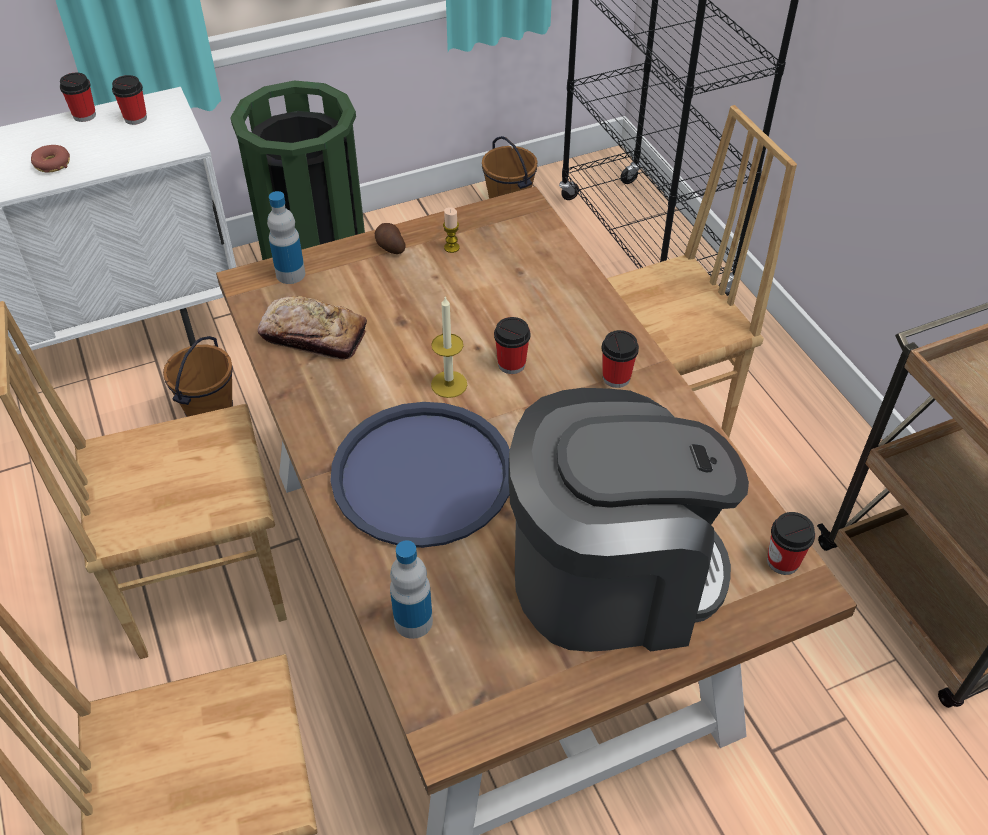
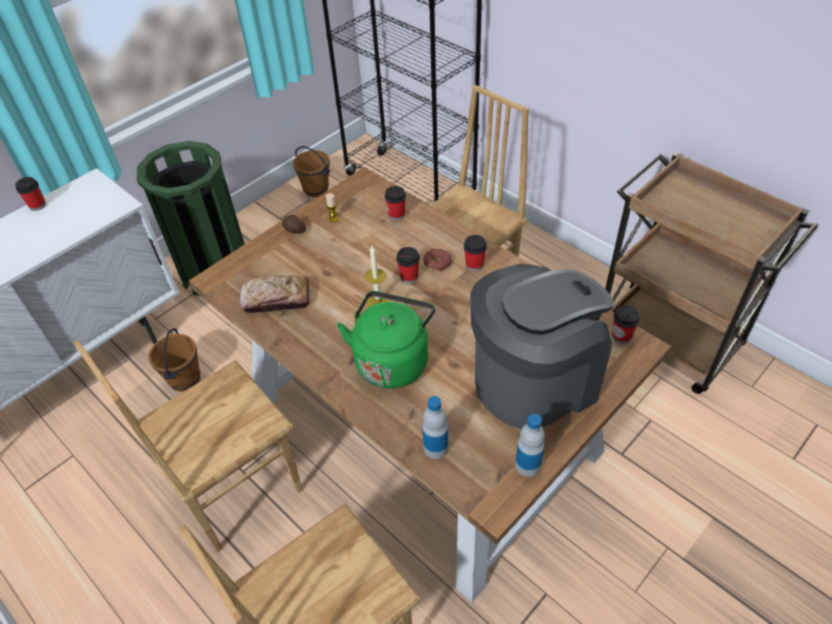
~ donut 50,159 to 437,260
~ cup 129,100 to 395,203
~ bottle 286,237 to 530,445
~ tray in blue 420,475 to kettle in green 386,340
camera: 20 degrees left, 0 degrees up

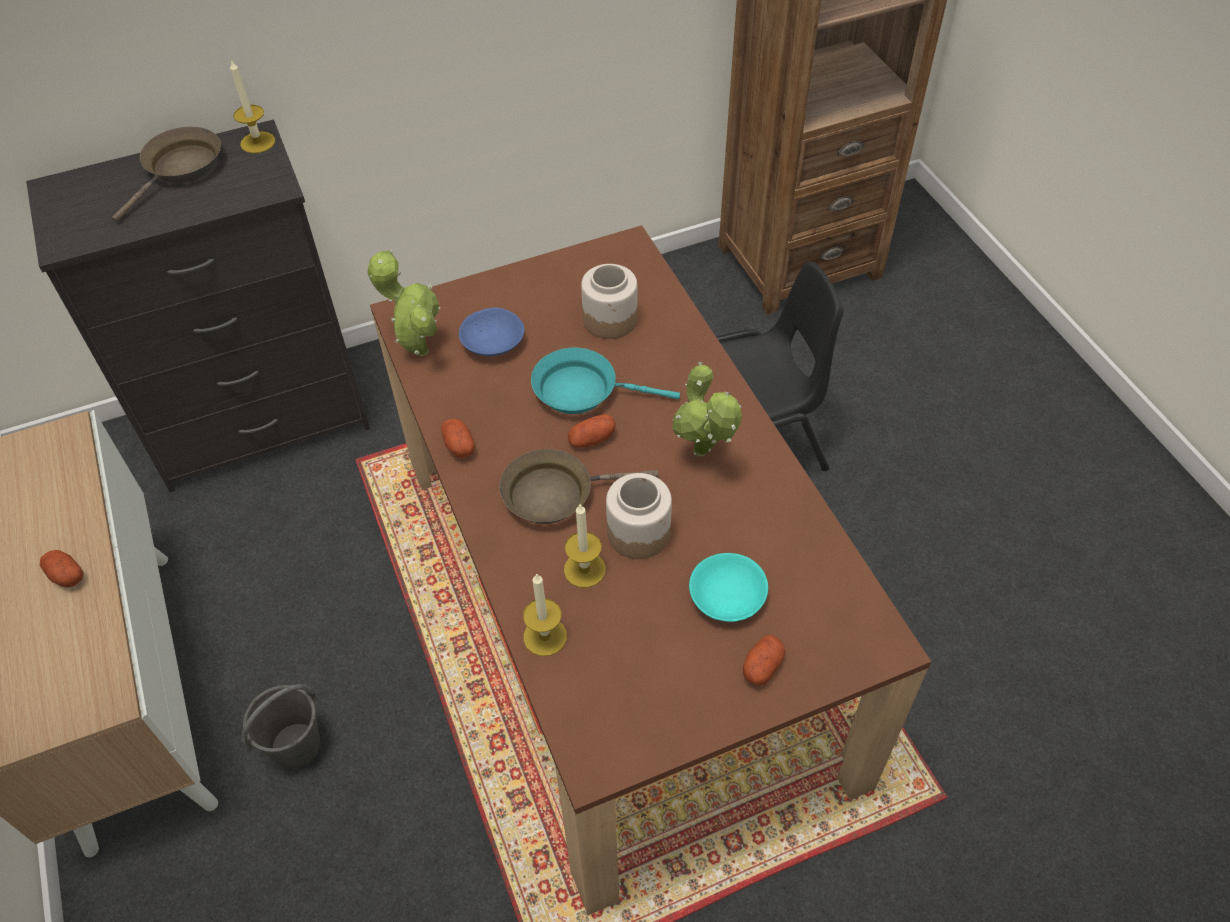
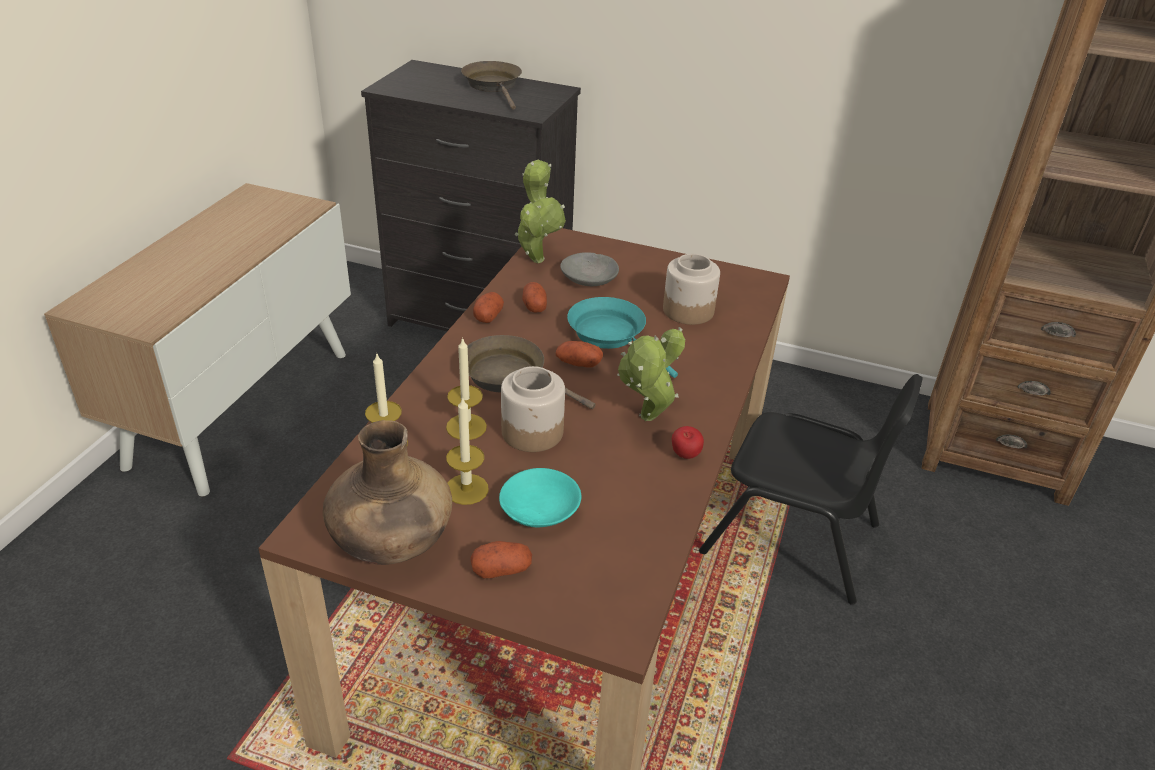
- bucket in grey 281,726
+ vase in brown 387,492
+ apple 688,442
~ potato 62,568 to 534,297
~ candle 252,106 to 467,450
~ bowl in blue 491,331 to bowl in grey 589,269
~ frying pan in brown 166,174 = 491,85 90 degrees counterclockwise
camera: 40 degrees right, 15 degrees down

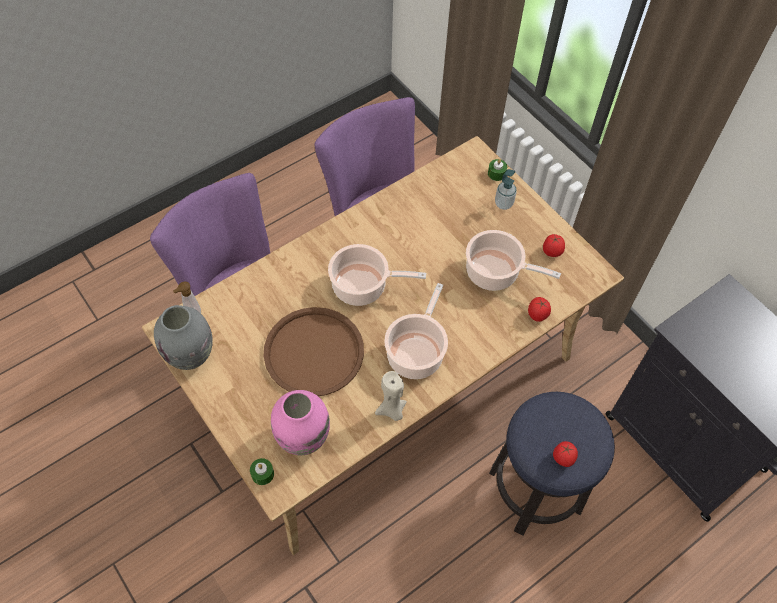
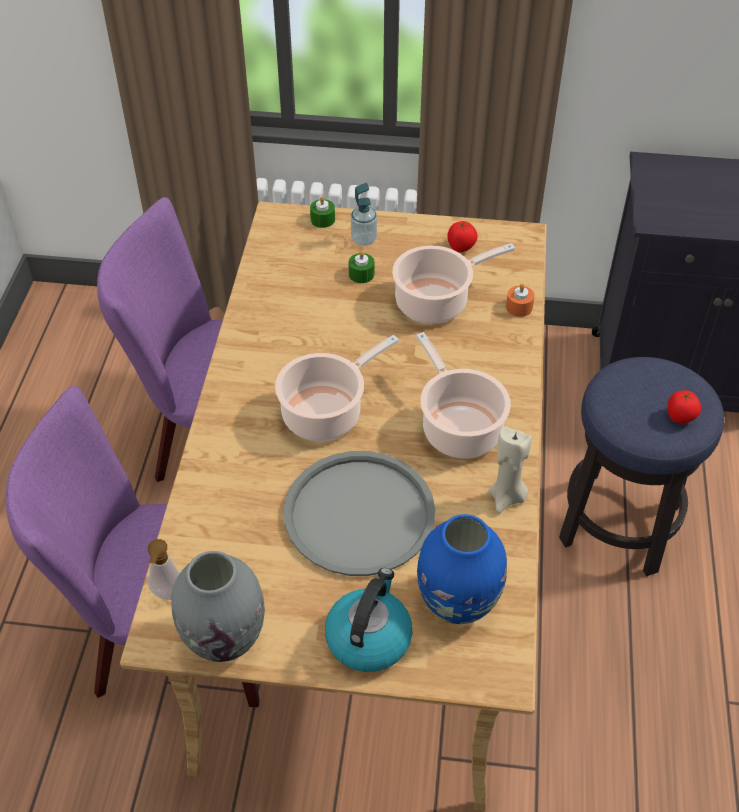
+ kettle 368,620
~ candle in green 262,471 to 362,267
~ tomato 539,309 to candle in orange 520,300
~ tray in brown 314,351 to tray in grey 359,513
~ vase in pink 300,422 to vase in blue 462,569
camera: 45 degrees left, 10 degrees down

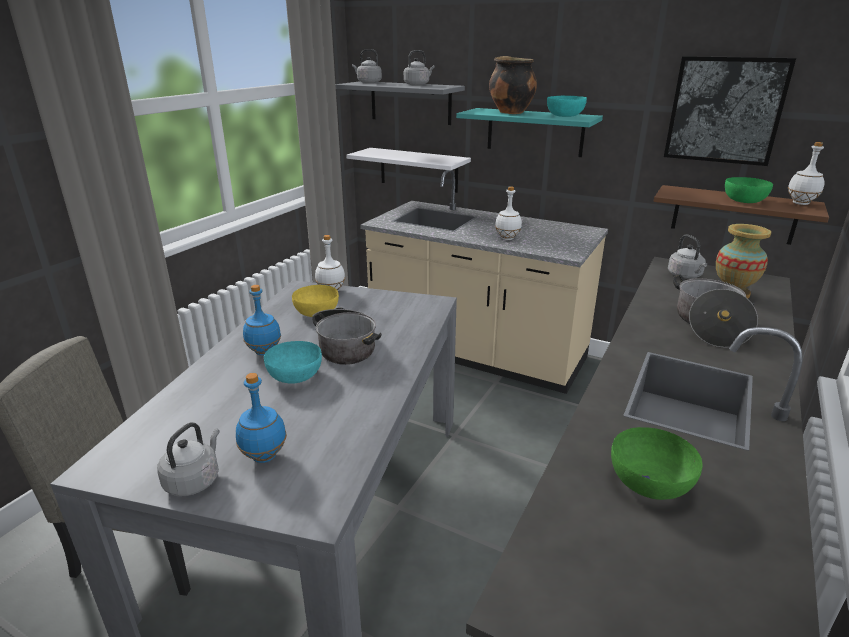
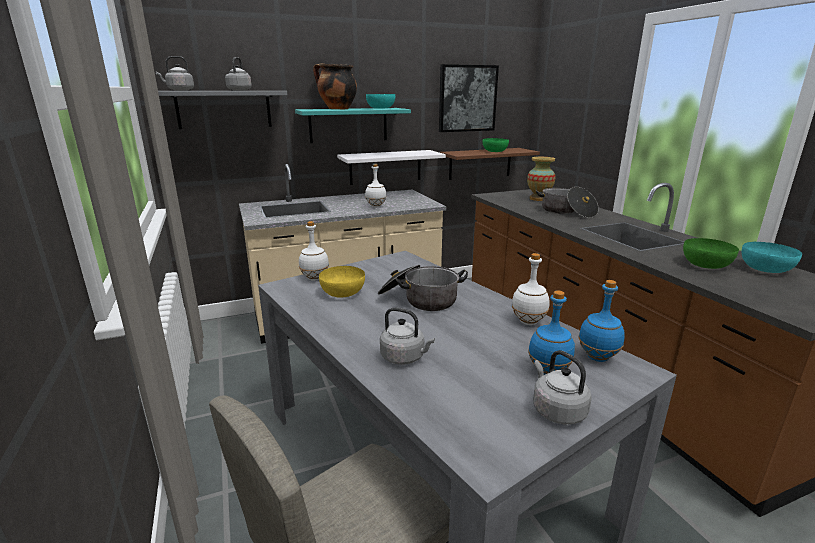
~ bottle in blue 262,320 to 601,321
~ bowl in turquoise 293,362 to 772,257
~ shelf in white 408,170 to 391,167
~ kettle in grey 687,257 to 407,336
~ bottle in white 806,173 to 531,289
camera: 50 degrees left, 5 degrees down

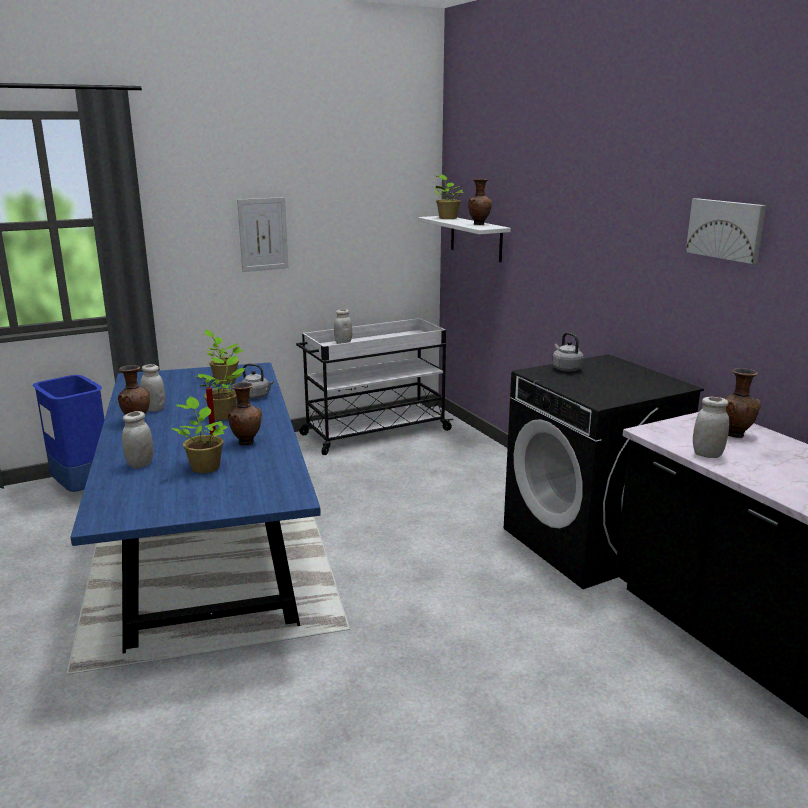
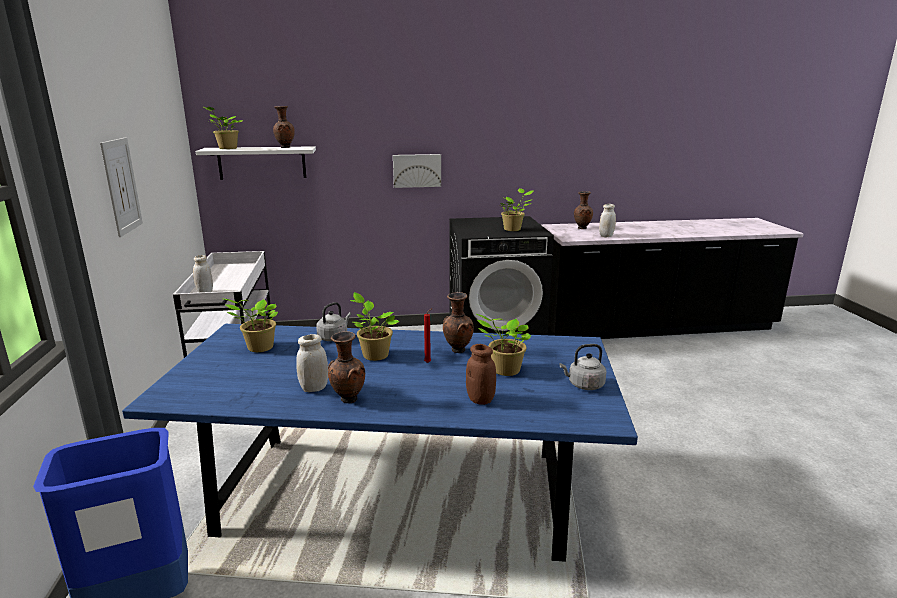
+ potted plant 517,209
~ kettle in grey 568,352 to 583,367
~ picture 726,231 to 417,171
~ jar in white 137,440 to jar in brown 481,374
camera: 70 degrees left, 0 degrees up

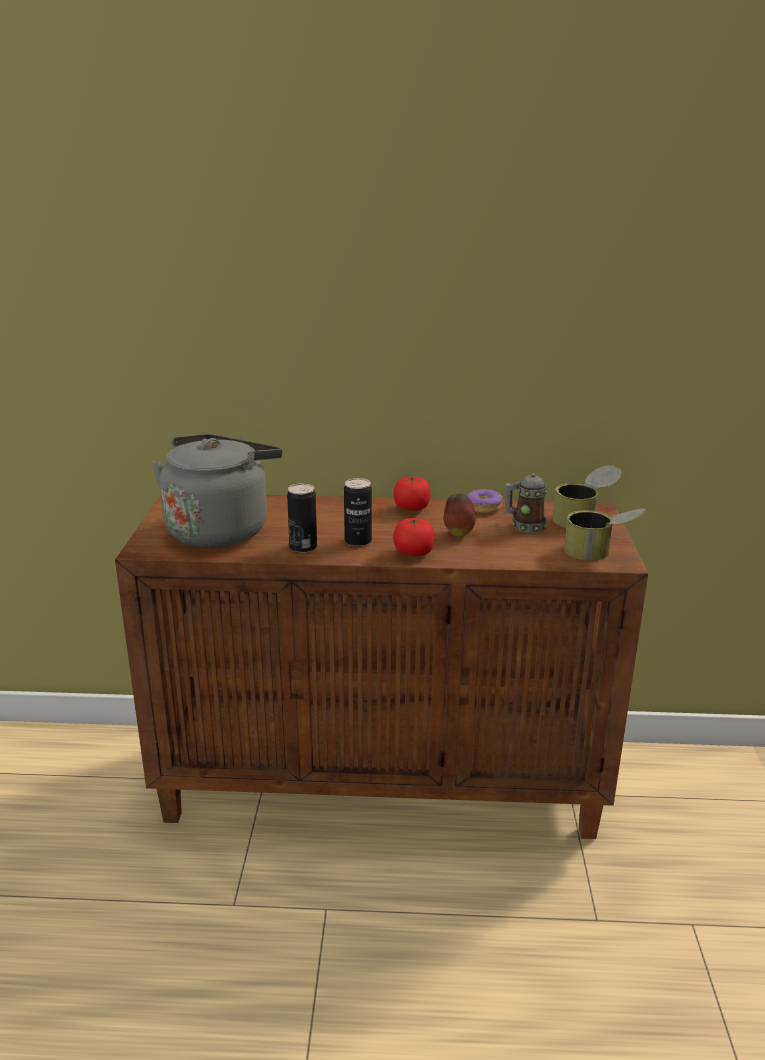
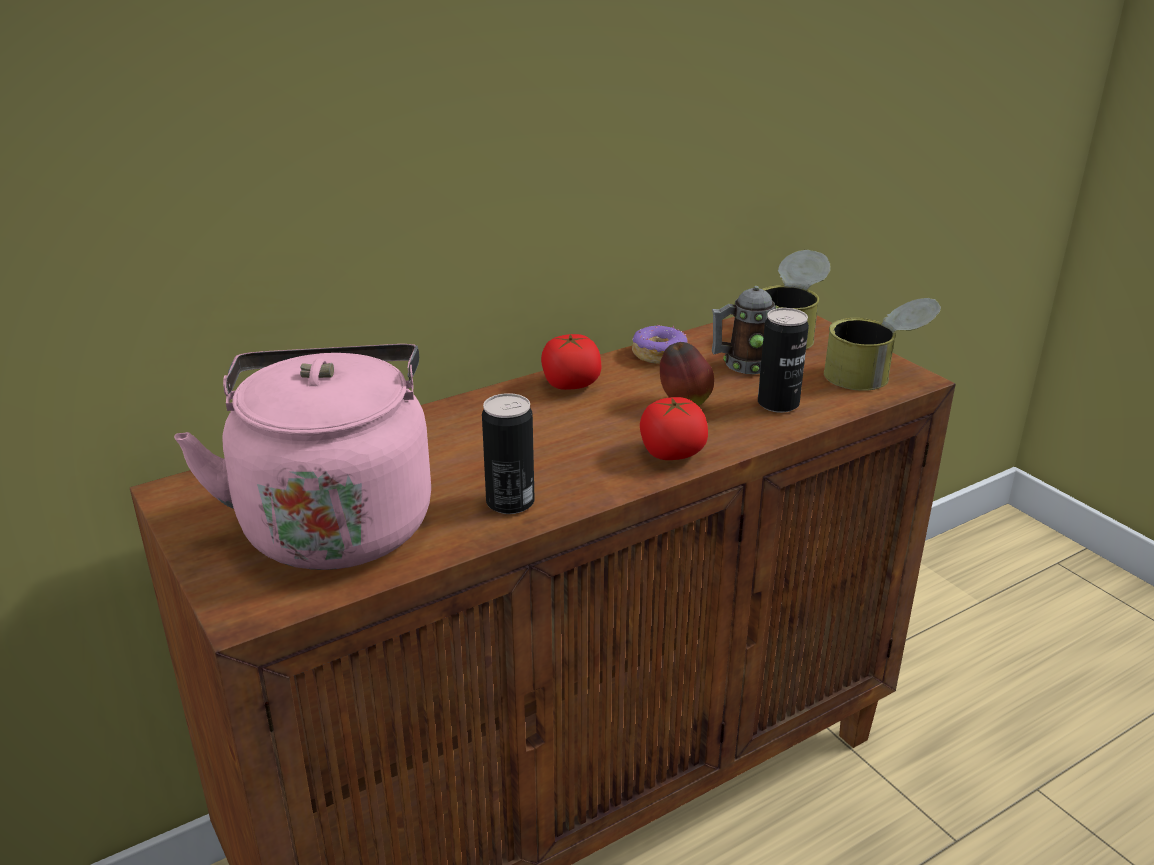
~ can 358,512 to 783,360
~ kettle in grey 217,491 to kettle in pink 302,457
camera: 35 degrees left, 5 degrees up

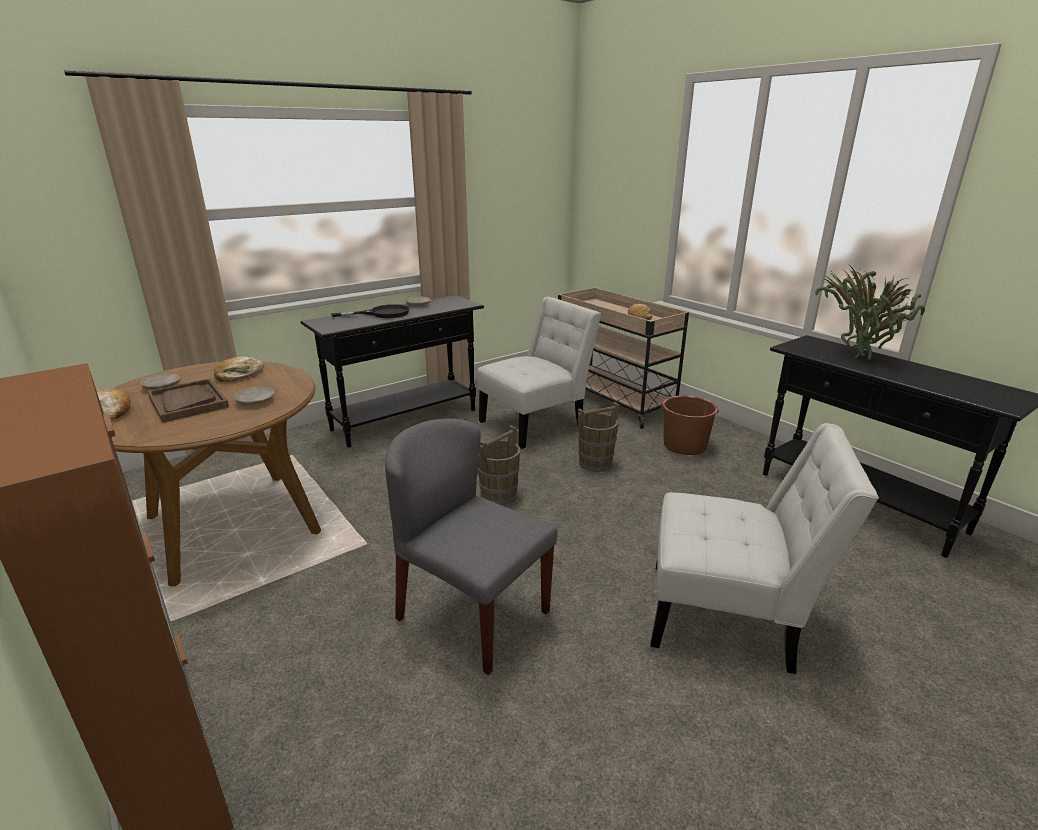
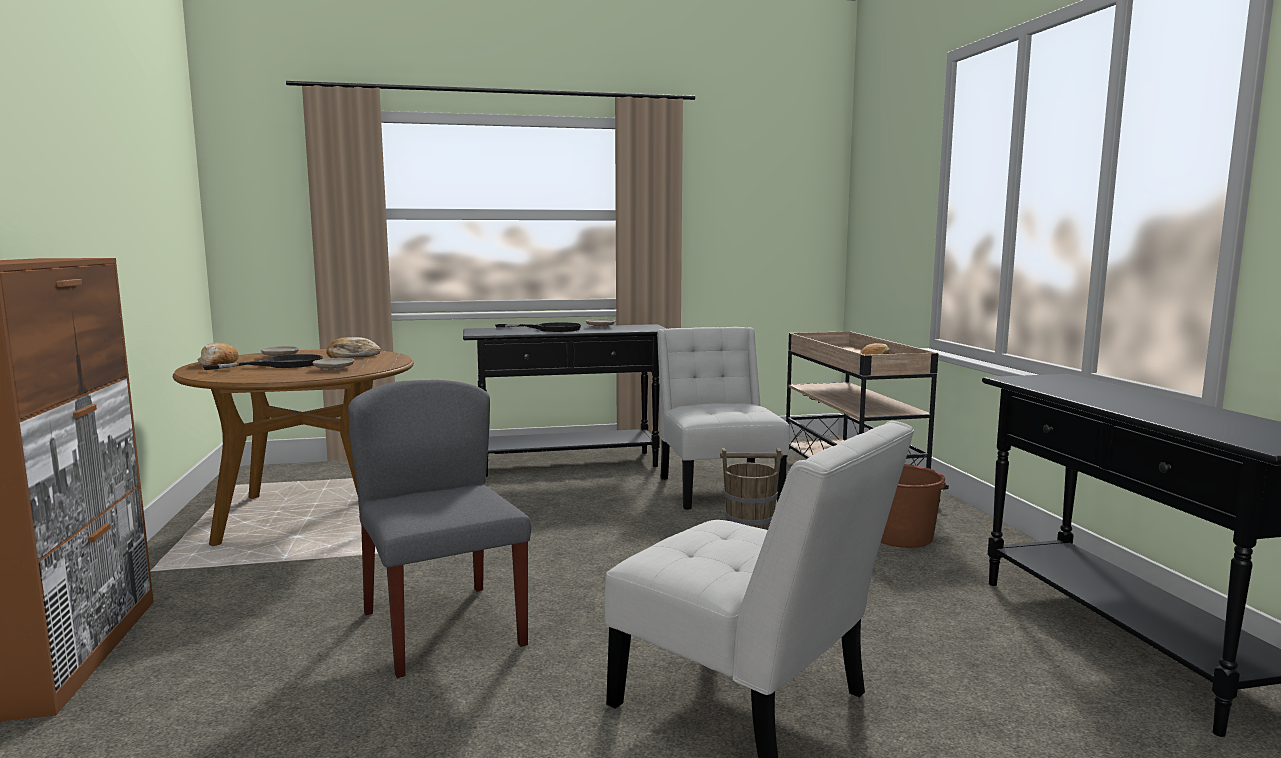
- bucket in brown 499,465
- potted plant 870,312
~ tray in brown 188,400 to frying pan in black 263,362
~ chair in white 539,373 = 723,418 90 degrees counterclockwise
camera: 25 degrees right, 15 degrees down

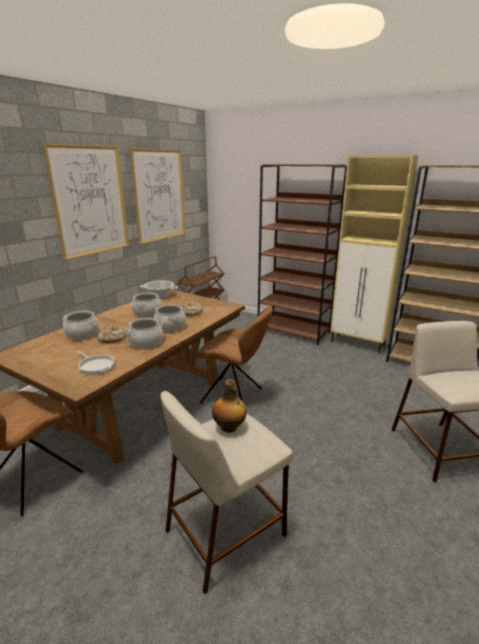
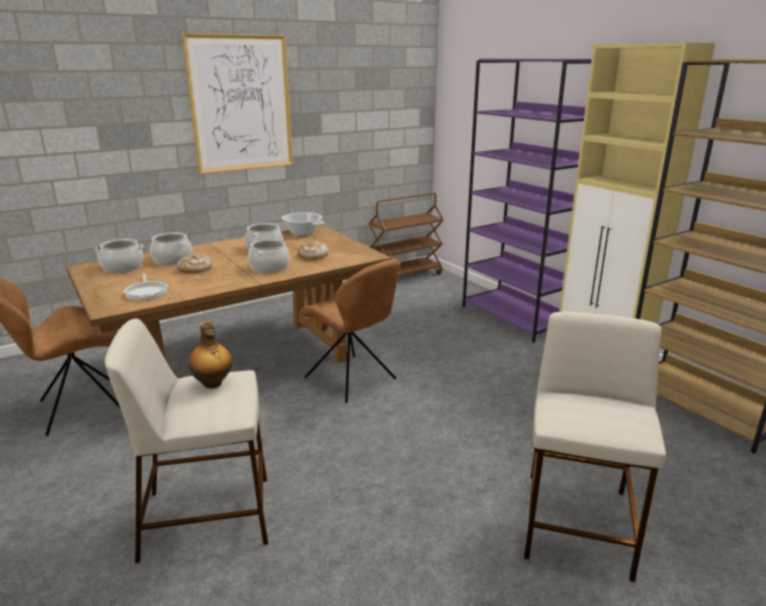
- picture 158,196
~ cooking pot 144,333 to 119,256
~ bookcase in brown 302,254 to bookcase in purple 527,201
camera: 25 degrees right, 0 degrees up

